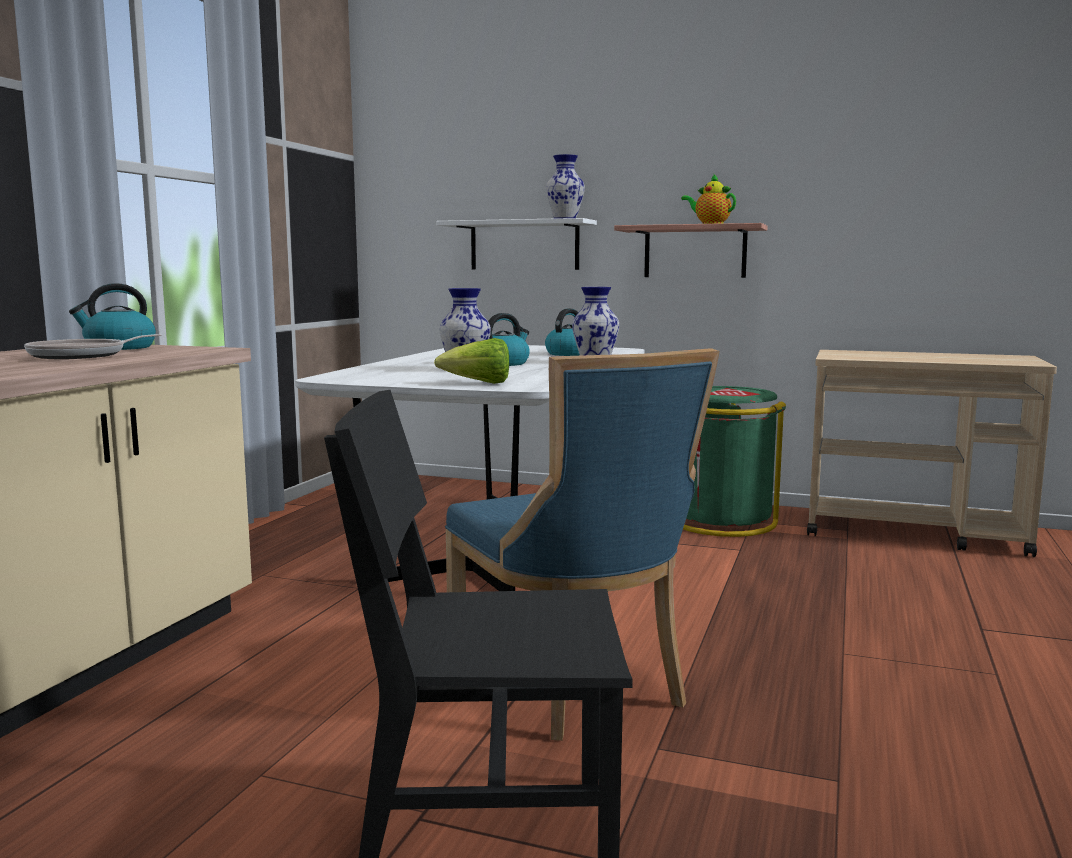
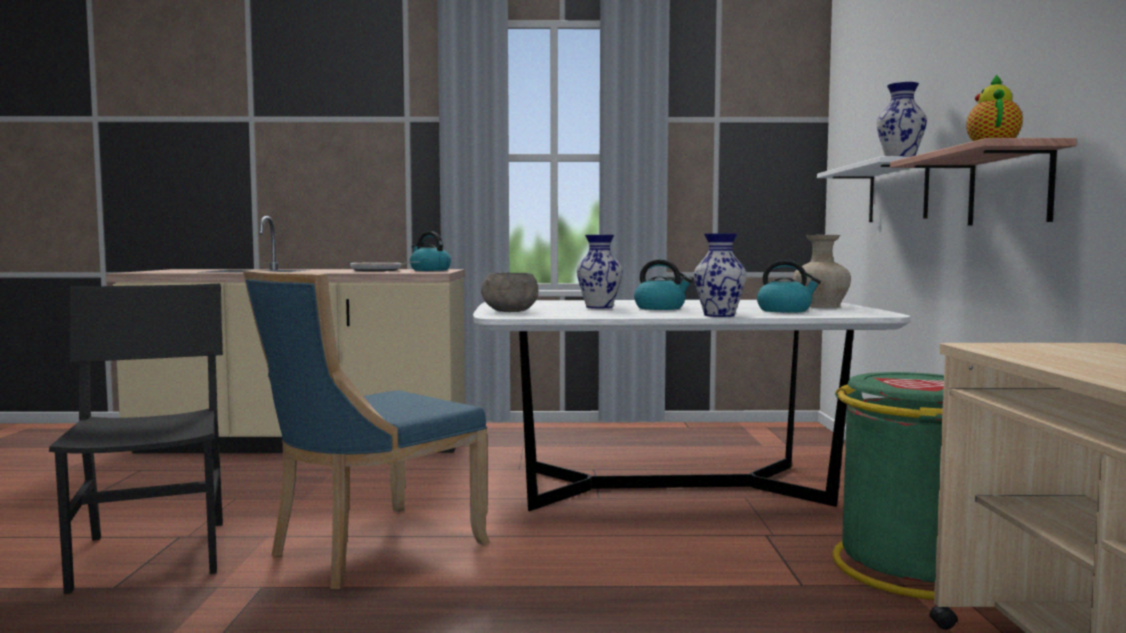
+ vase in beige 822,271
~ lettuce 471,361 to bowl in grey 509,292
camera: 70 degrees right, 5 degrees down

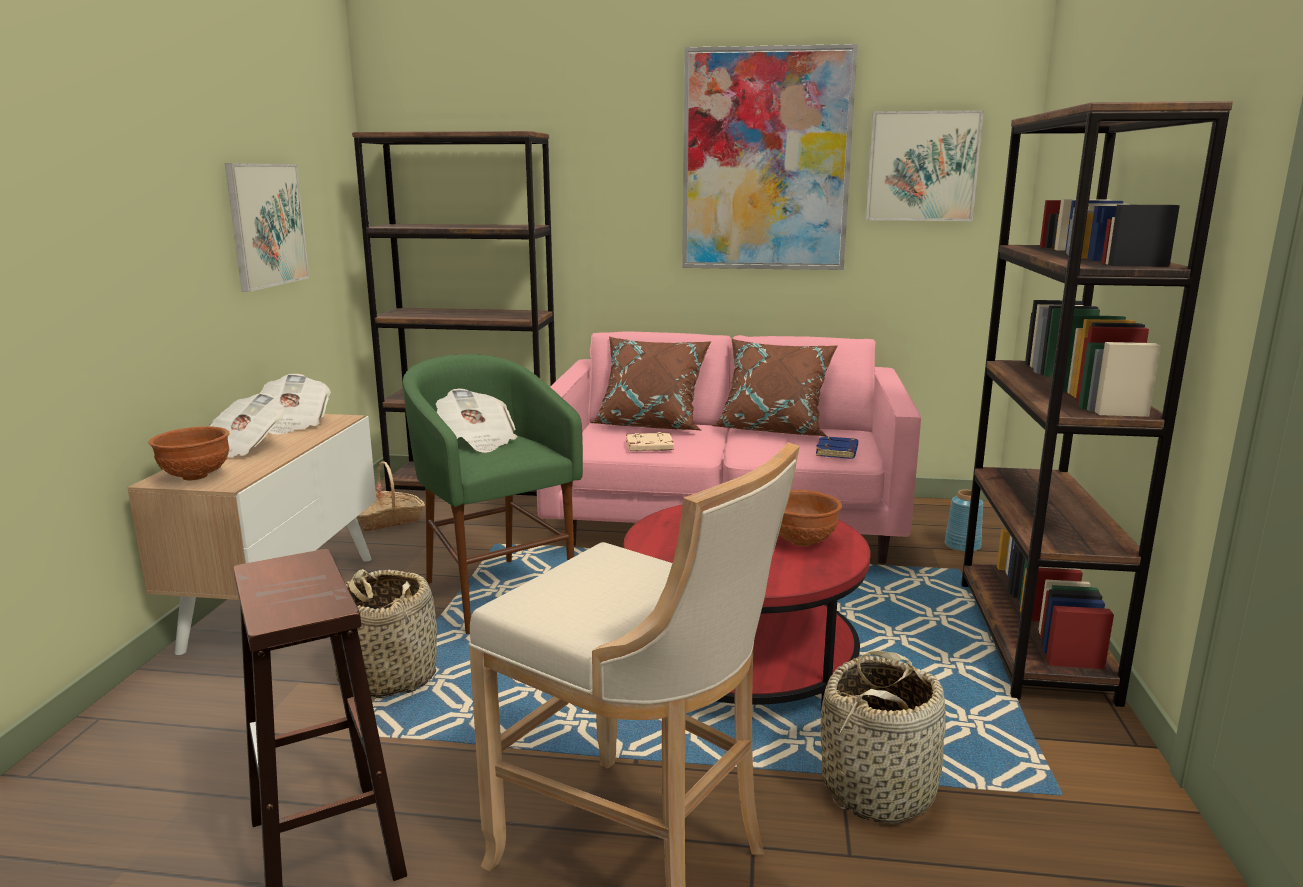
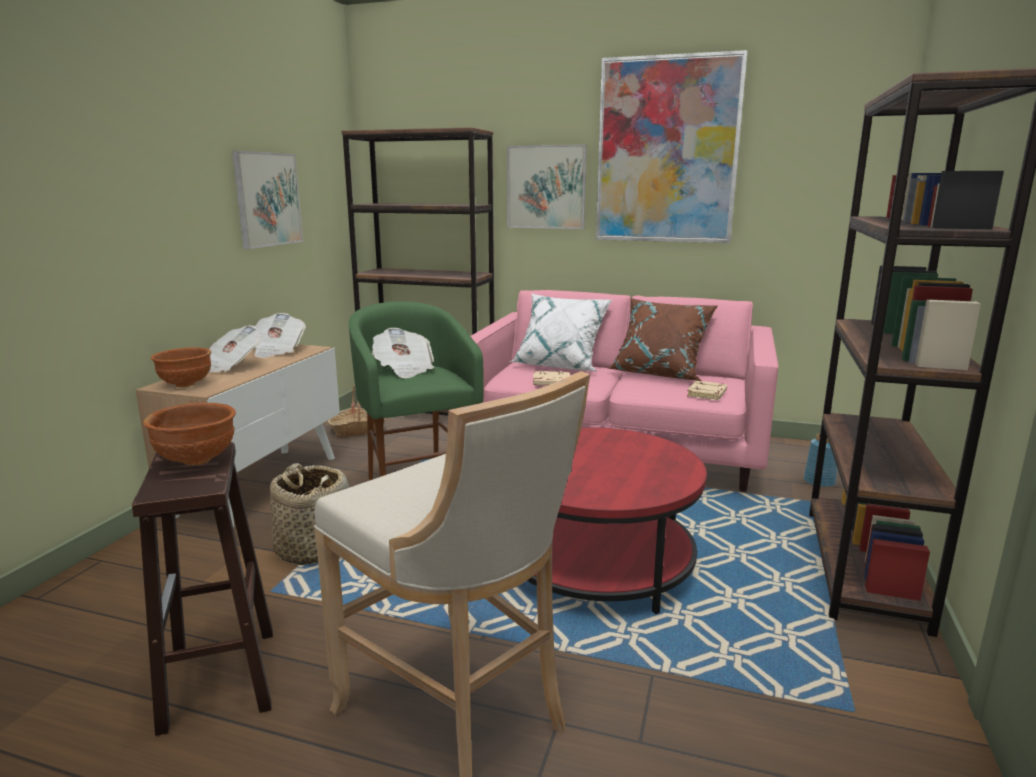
- basket 883,737
~ bowl in brown 810,518 to 189,434
~ picture 925,165 to 547,186
~ pillow in brown 650,383 to pillow in white 561,332
~ book in blue 837,447 to book in beige 707,390
camera: 10 degrees right, 0 degrees up

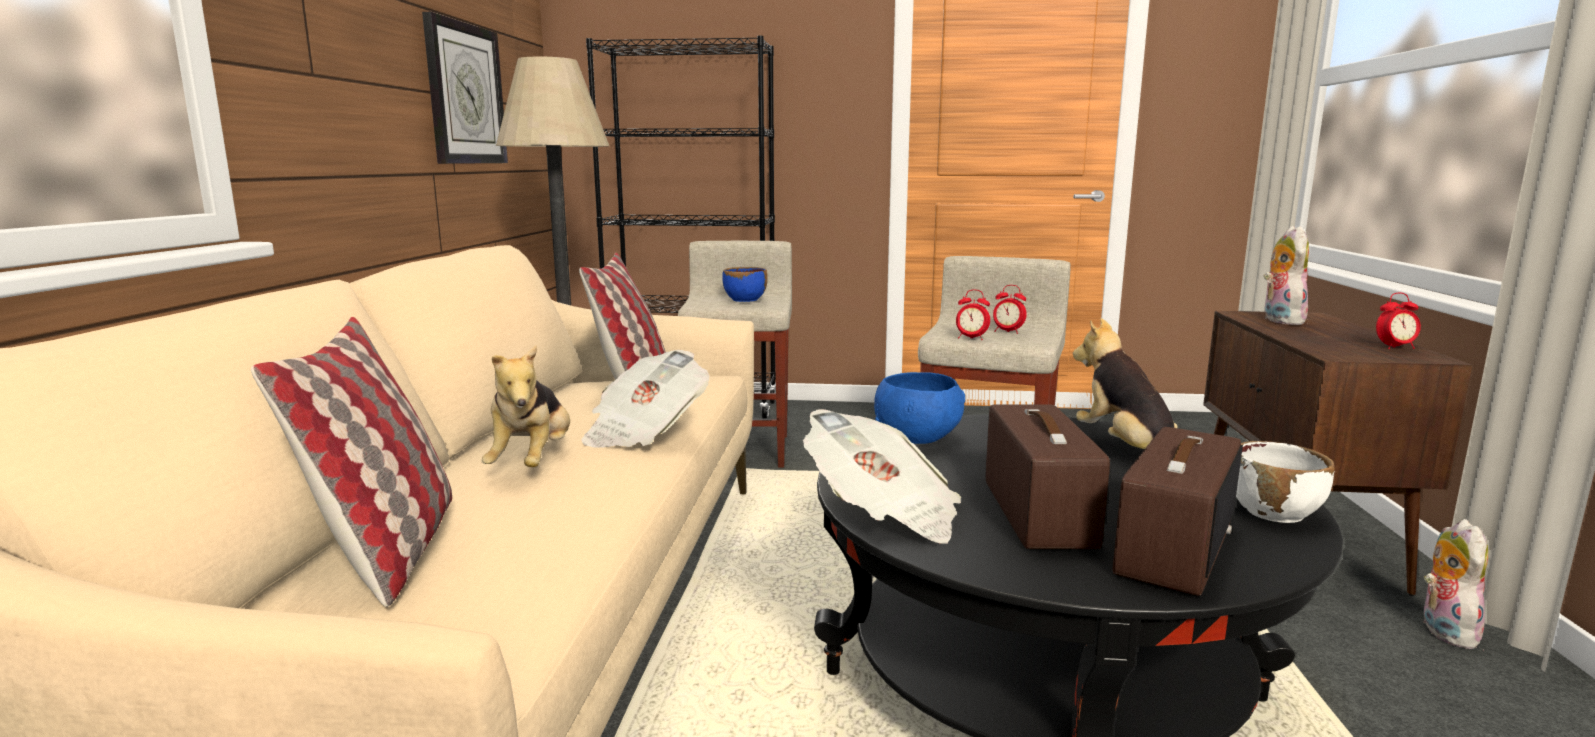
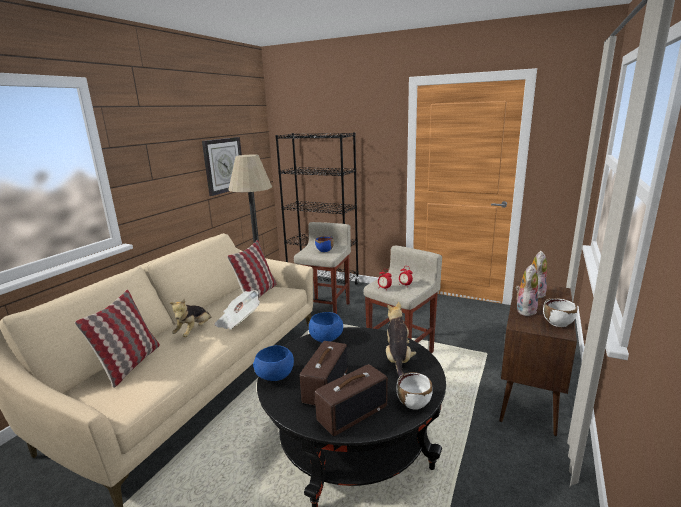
~ plush toy 1455,584 to 527,290
~ newspaper 882,476 to bowl in blue 273,363
~ alarm clock 1398,320 to bowl in white 560,312
camera: 20 degrees right, 5 degrees up

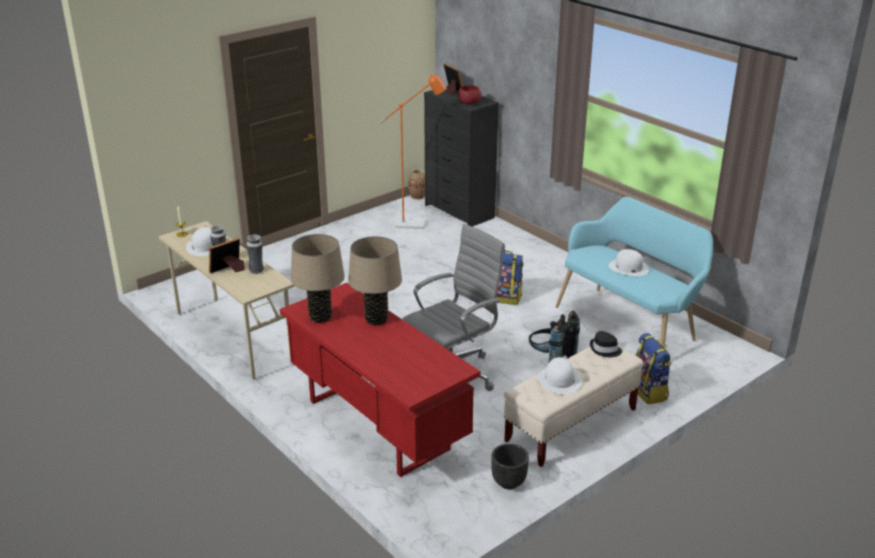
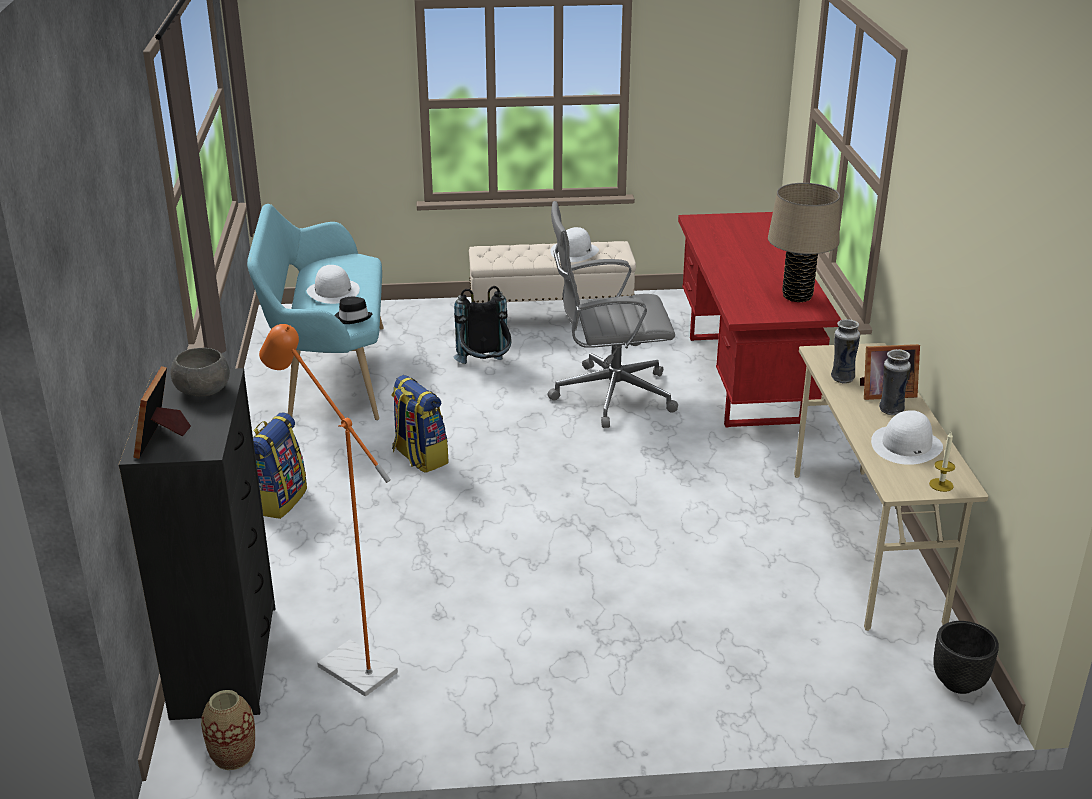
- table lamp in beige 375,281
~ planter in black 510,466 to 966,657
~ hat in black 606,344 to 353,310
~ backpack 654,368 to 280,465
~ bowl in red 470,94 to bowl in grey 200,372
camera: 145 degrees left, 0 degrees up

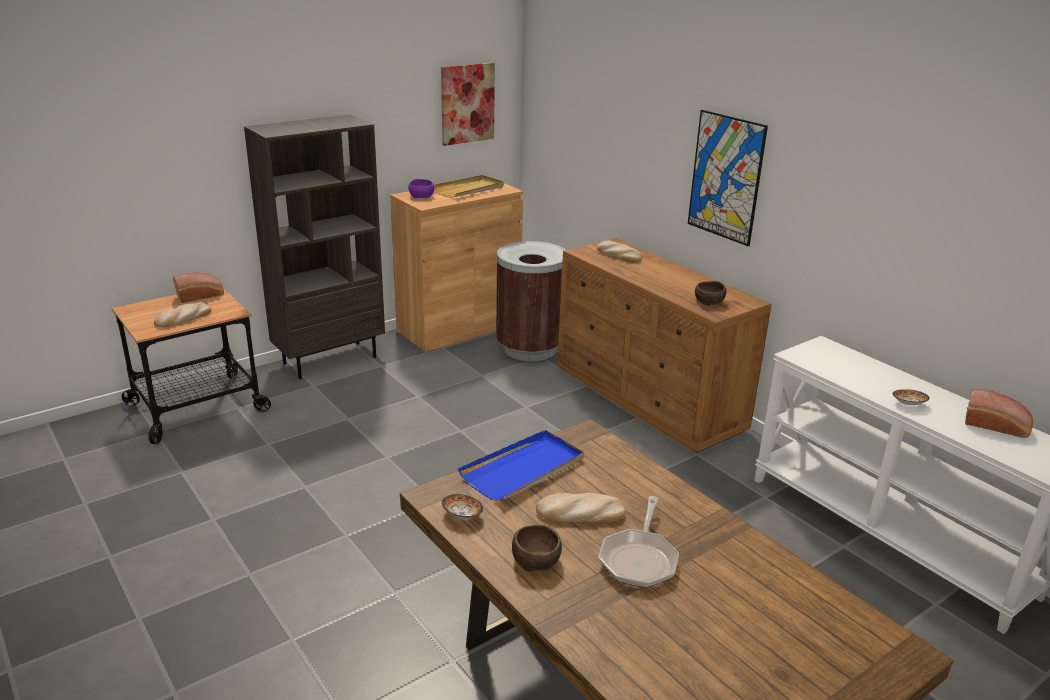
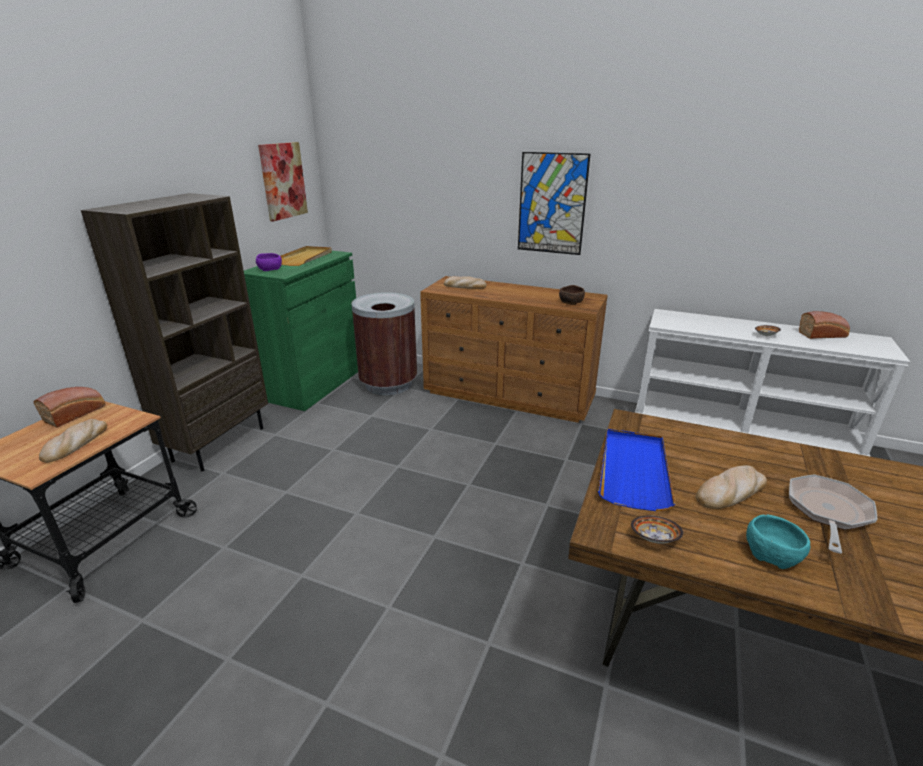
~ cabinet in brown 456,267 to cabinet in green 301,331
~ bowl in brown 537,548 to bowl in turquoise 778,541
~ frying pan 638,542 = 833,513 135 degrees counterclockwise
camera: 30 degrees left, 0 degrees up

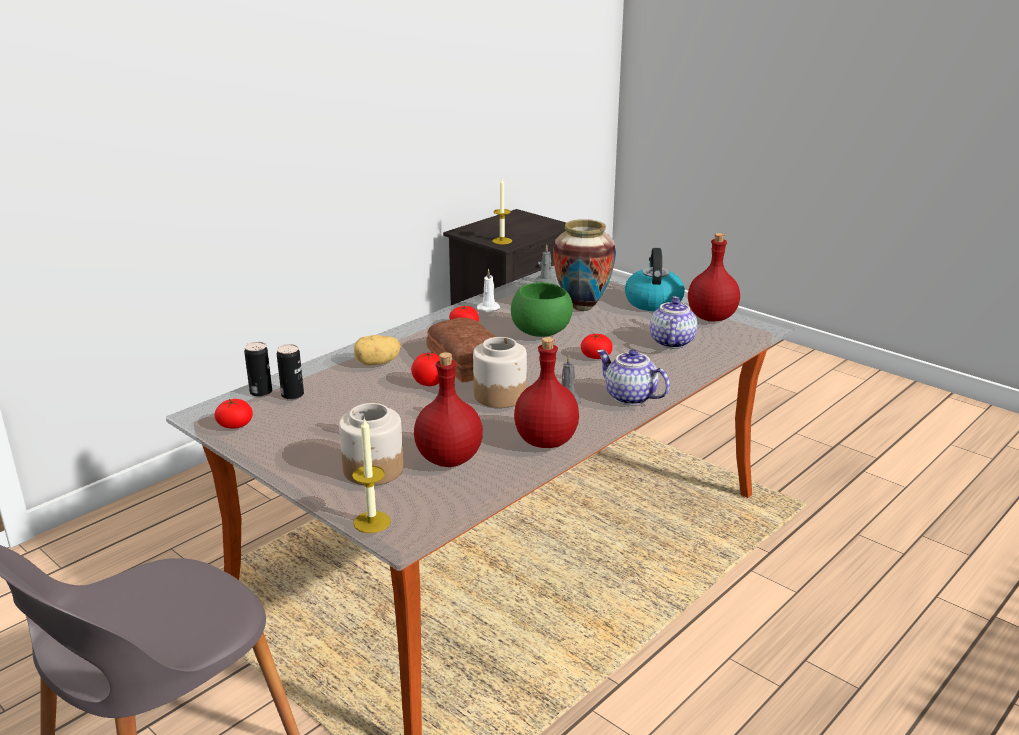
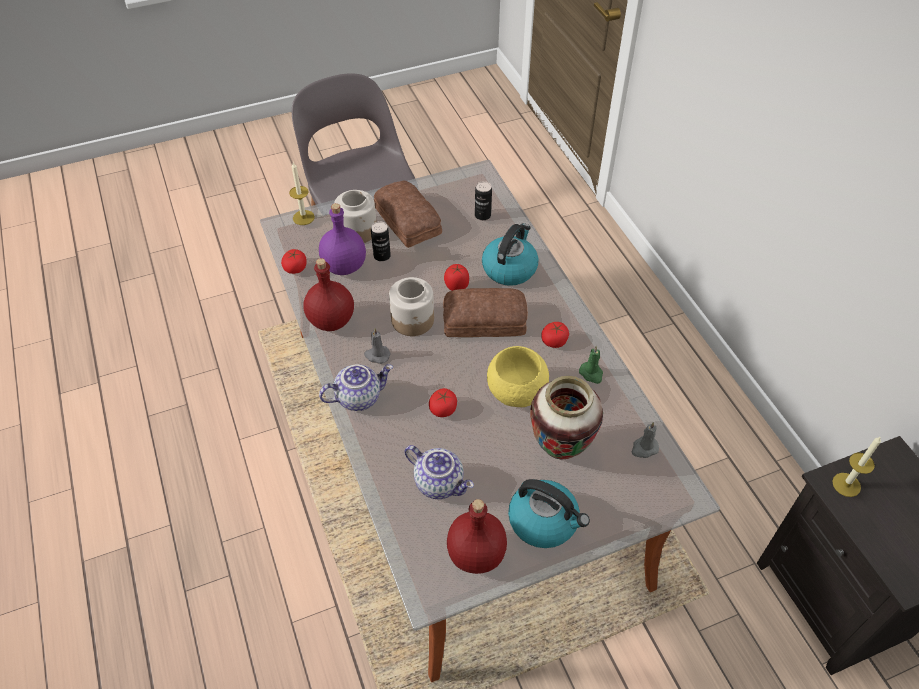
+ bread 408,214
~ tomato 233,414 to 293,261
~ can 258,369 to 381,241
~ potato 377,350 to kettle 510,254
~ bottle in red 448,409 to bottle in purple 342,239
~ candle in white 488,290 to candle in green 591,365
~ bowl in green 542,309 to bowl in yellow 518,376
camera: 115 degrees right, 25 degrees up

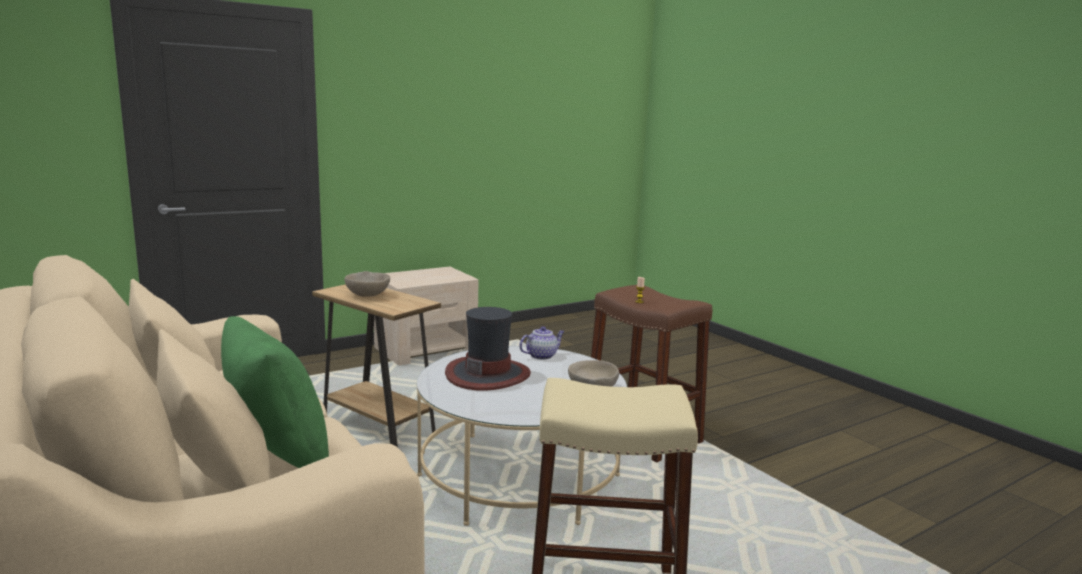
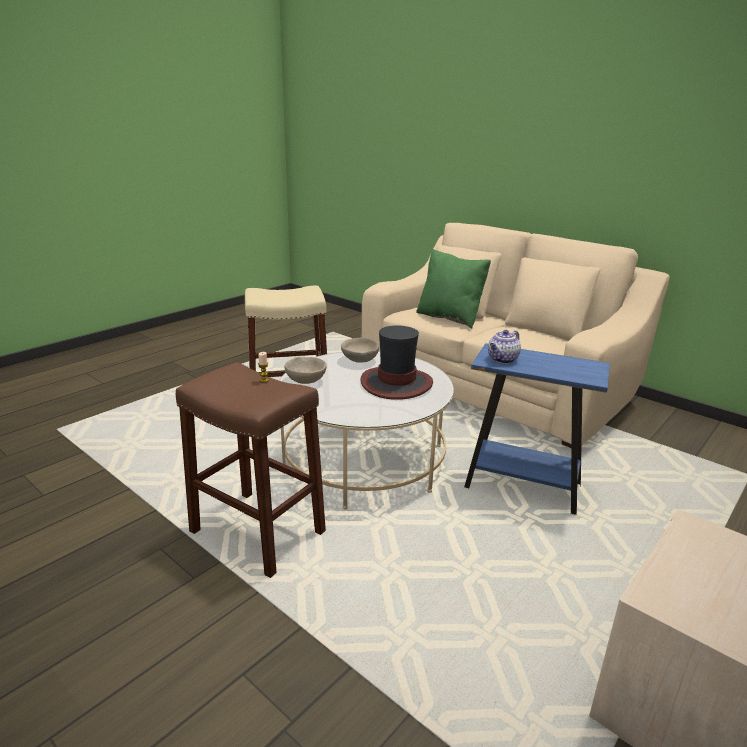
~ bowl in beige 367,284 to 360,350
~ teapot 542,343 to 504,347
~ side table in brown 376,365 to side table in blue 537,429
camera: 165 degrees right, 10 degrees up

